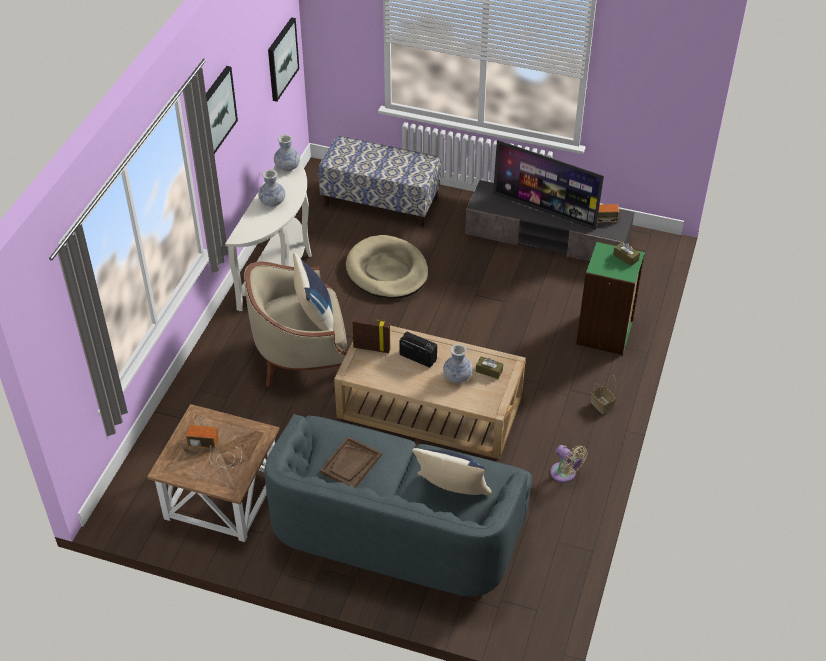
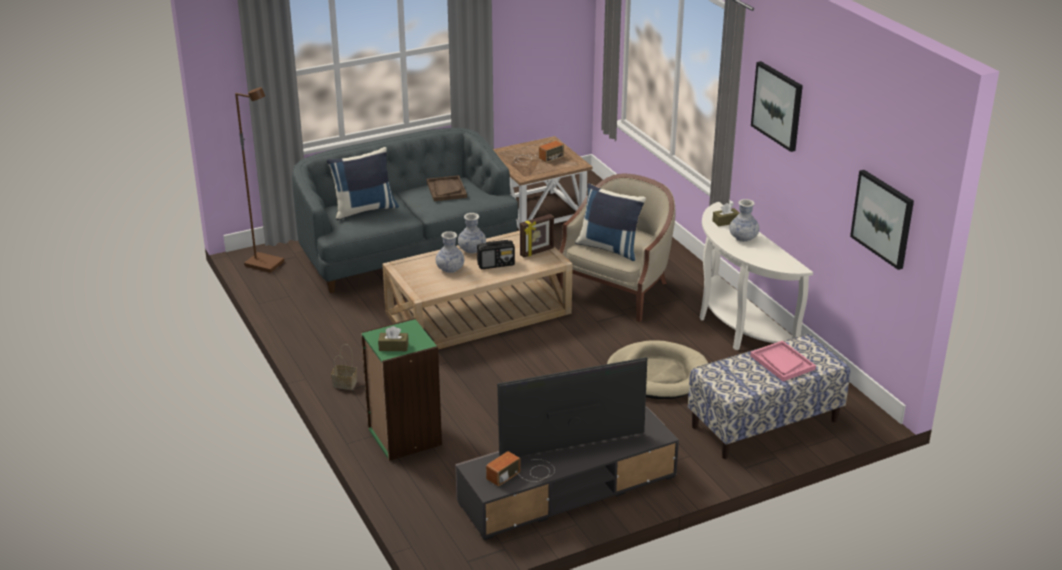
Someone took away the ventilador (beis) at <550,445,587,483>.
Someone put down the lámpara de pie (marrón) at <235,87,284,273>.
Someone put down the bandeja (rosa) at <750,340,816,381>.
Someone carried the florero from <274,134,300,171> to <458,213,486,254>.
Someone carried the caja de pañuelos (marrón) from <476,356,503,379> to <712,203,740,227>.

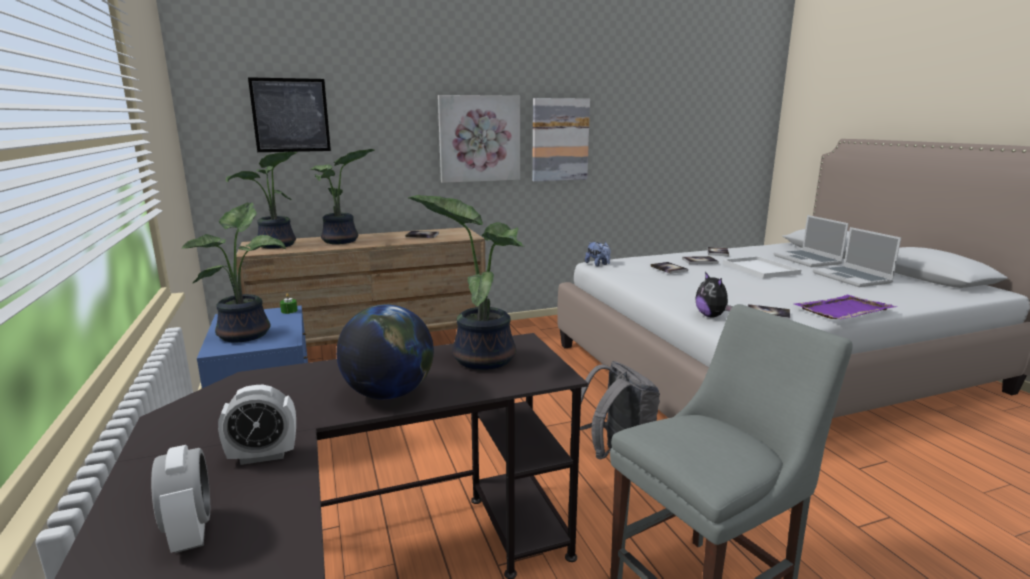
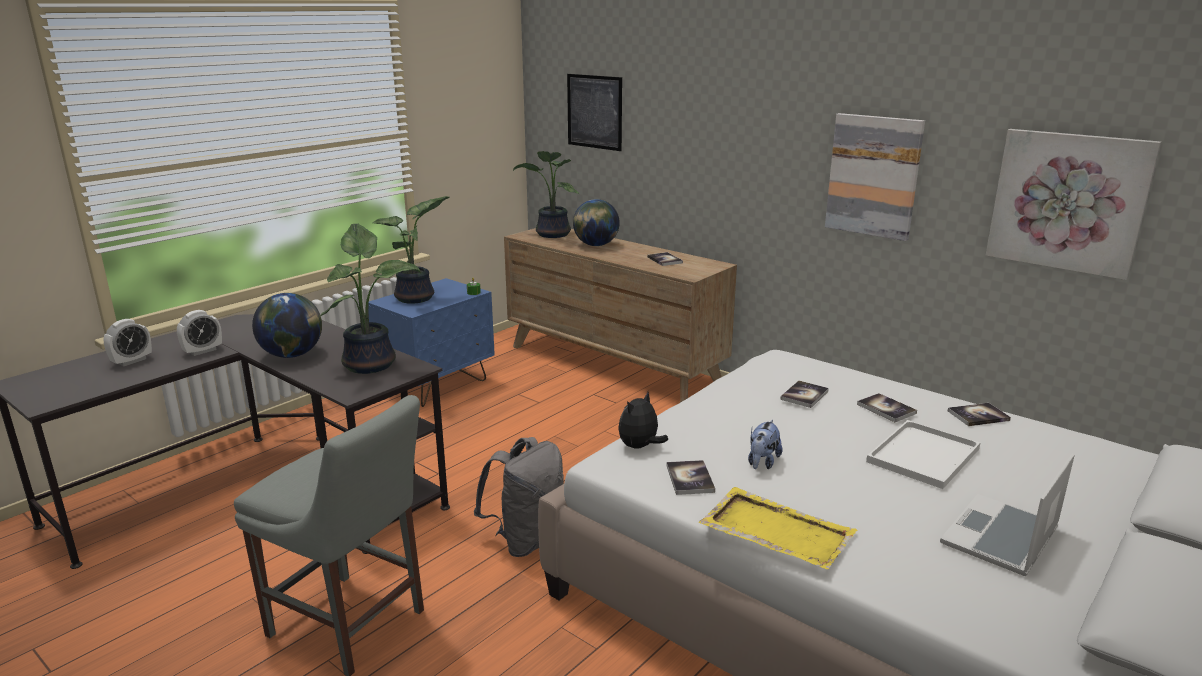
Someone took away the portátil at <774,215,849,267>.
Someone carried the cuadro from <438,95,520,183> to <986,129,1161,280>.
Someone carried the peluche from <585,242,611,266> to <748,420,783,469>.
Someone swapped the planta en maceta at <311,149,375,244> for the globo terráqueo at <573,199,620,246>.
Someone repainted the bandeja (morado) at <794,295,896,319>, which became the bandeja (amarillo) at <699,487,858,569>.
Someone rotated the despertador at <218,384,296,465> by 90 degrees counterclockwise.

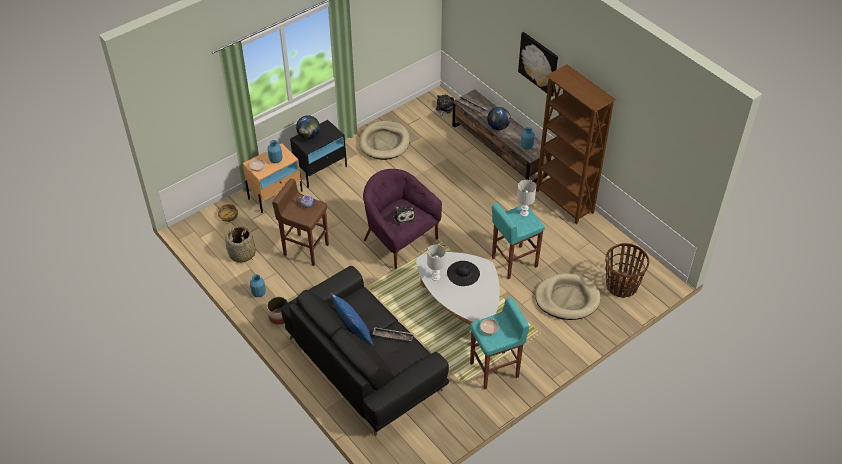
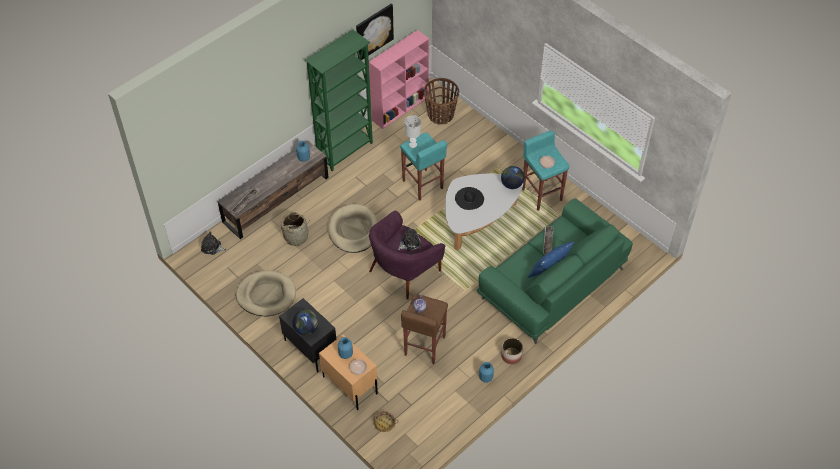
Someone took away the lámpara de mesa (blanco) at <427,244,446,281>.
Someone put down the estantería (rosa) at <369,30,429,129>.
Someone carried the cesta from <225,226,256,263> to <281,212,310,246>.
Someone carried the globo terráqueo from <487,107,511,130> to <501,166,524,189>.
Someone carried the cuadro from <518,32,558,97> to <356,4,394,60>.
Someone carried the cama para perro (beis) from <535,273,601,320> to <328,204,378,253>.
Someone repainted the sofá (negro) at <281,266,449,436>, which became the sofá (verde) at <477,198,633,344>.
Someone repainted the estantería (marrón) at <536,64,616,224>, which became the estantería (verde) at <305,30,373,171>.

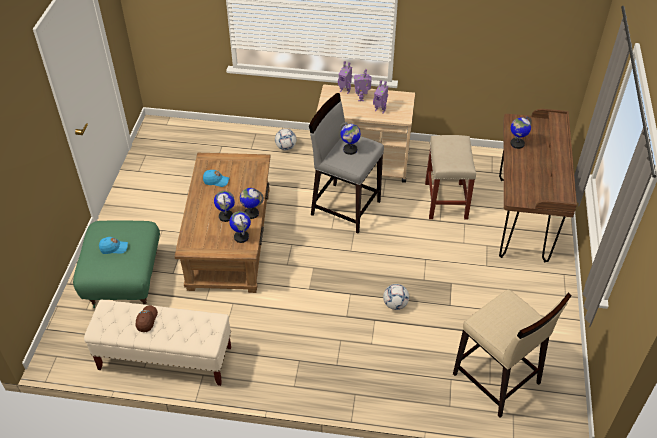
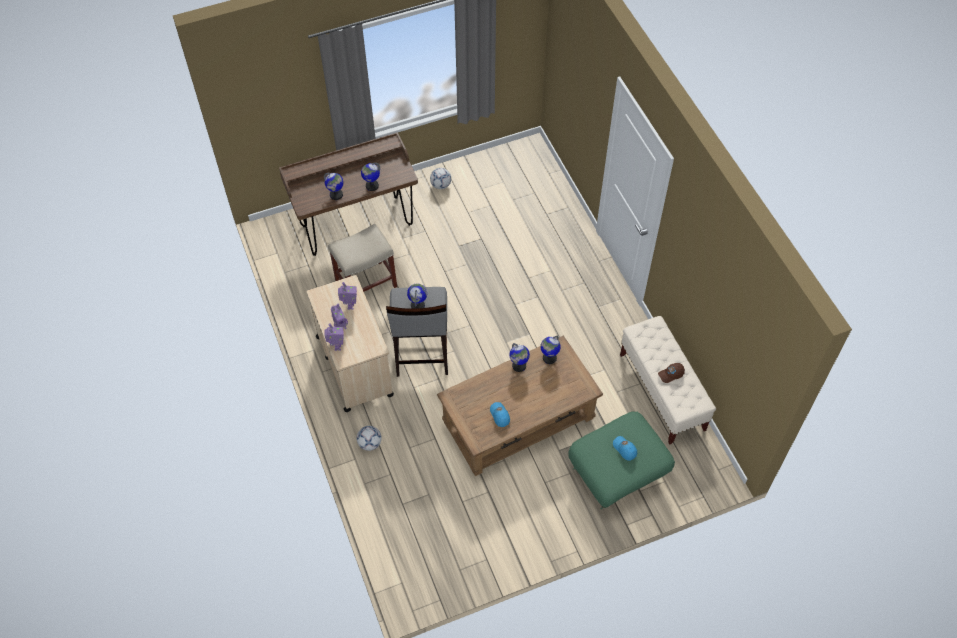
Someone took away the taburete (beis) at <453,290,572,418>.
Someone carried the globo terráqueo from <214,191,235,222> to <361,163,380,191>.
Someone carried the balón de fútbol from <383,284,409,310> to <430,168,451,189>.

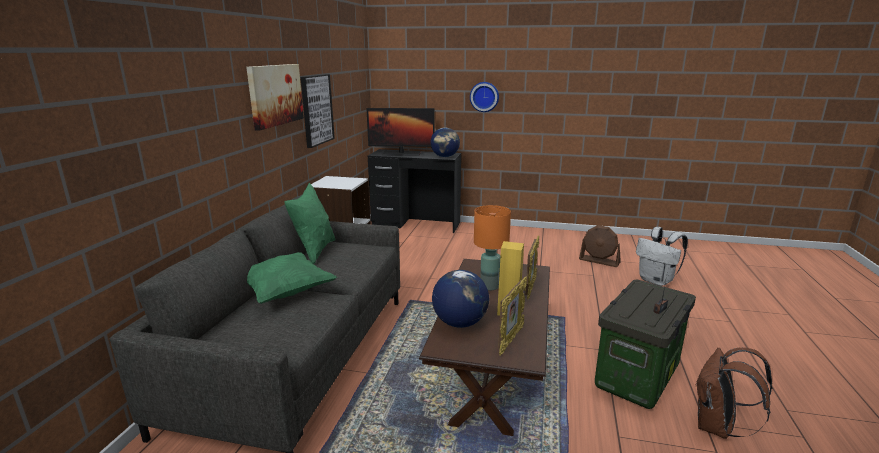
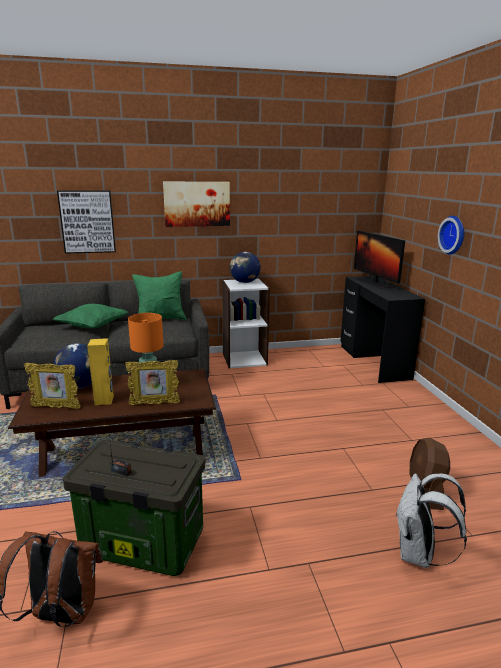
Someone carried the cuadro from <301,74,335,148> to <57,190,116,254>.
Someone carried the globo terráqueo from <430,128,460,157> to <230,252,261,283>.

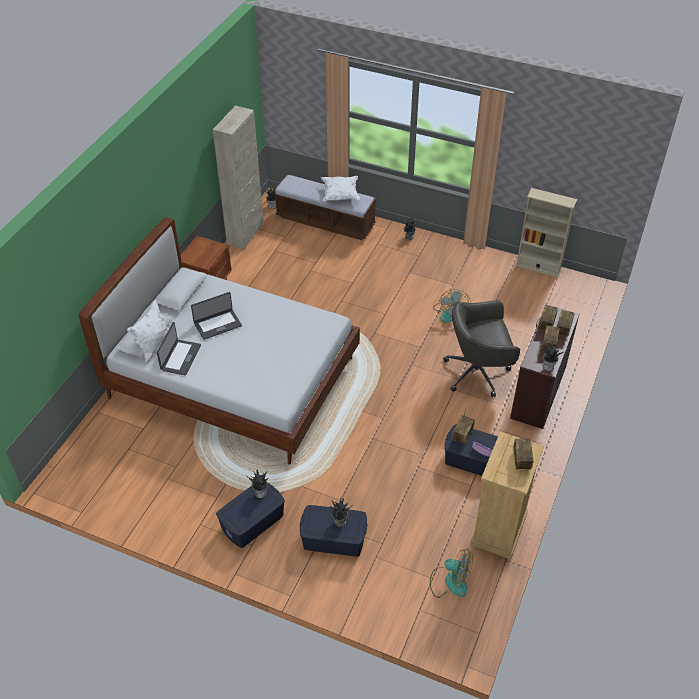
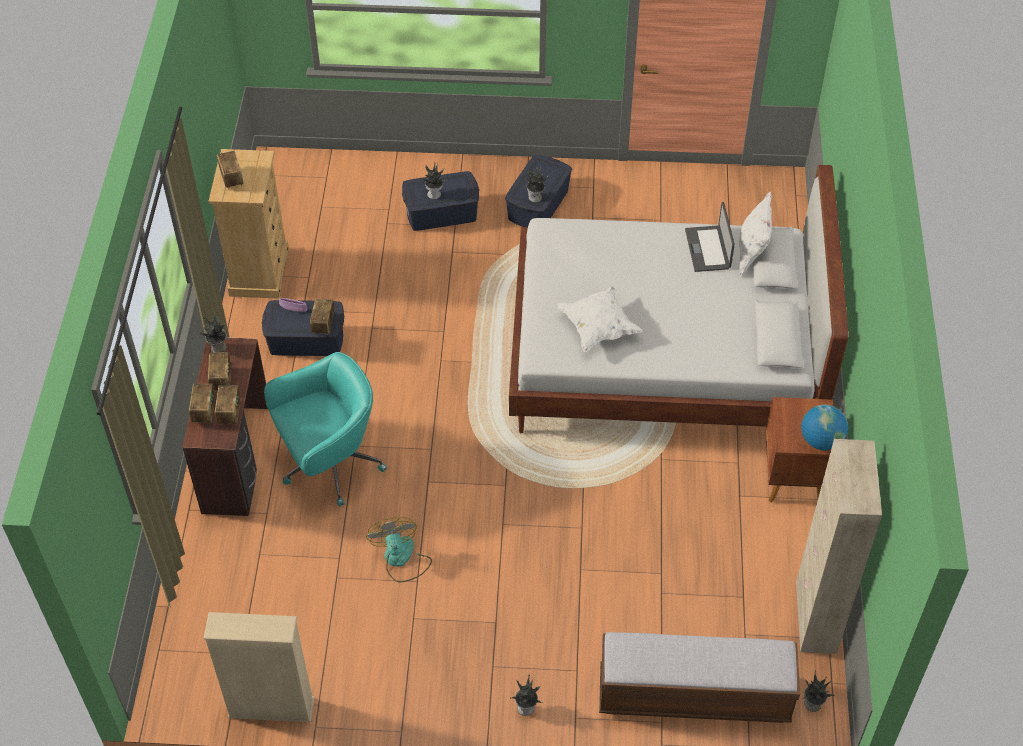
Someone took away the portátil at <191,292,242,340>.
Someone took away the ventilador at <430,549,473,598>.
Someone put down the globo terráqueo at <801,404,848,450>.
Someone carried the cojín (blanco) from <321,176,360,201> to <557,285,643,352>.
Someone repainted the silla de oficina (gris) at <443,300,520,397>, which became the silla de oficina (turquesa) at <264,352,387,507>.

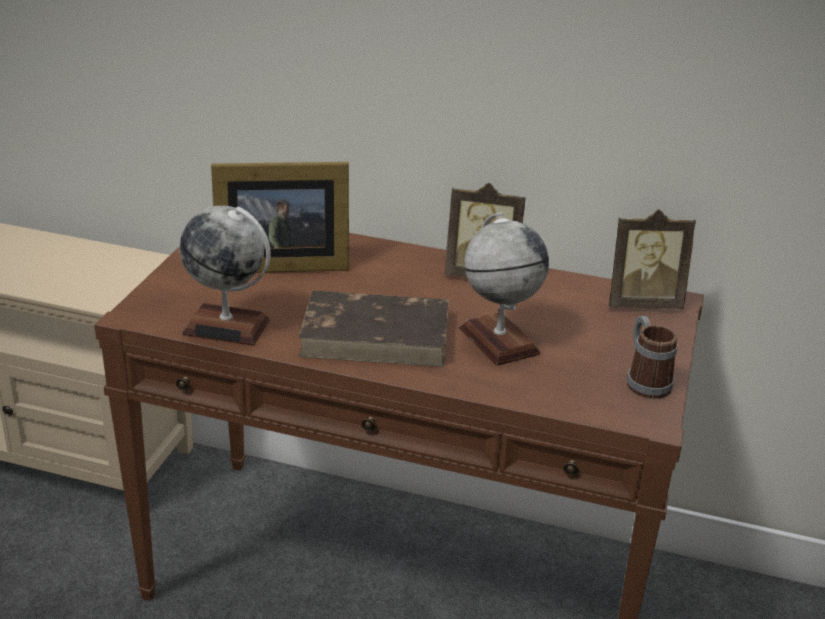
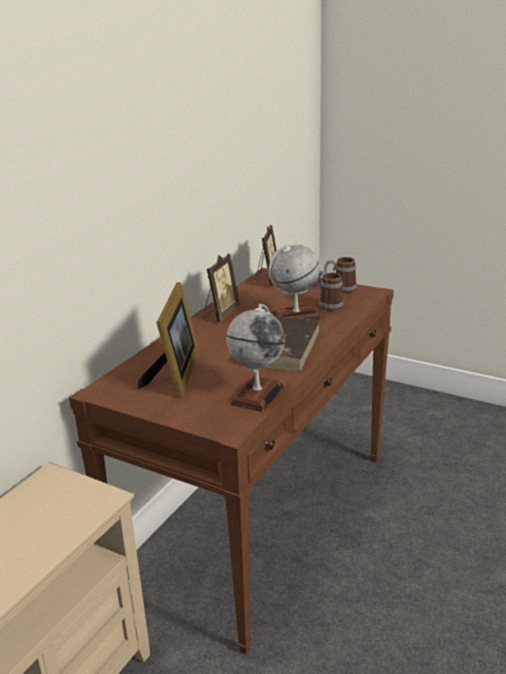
Someone put down the taza grande at <317,270,344,311>.

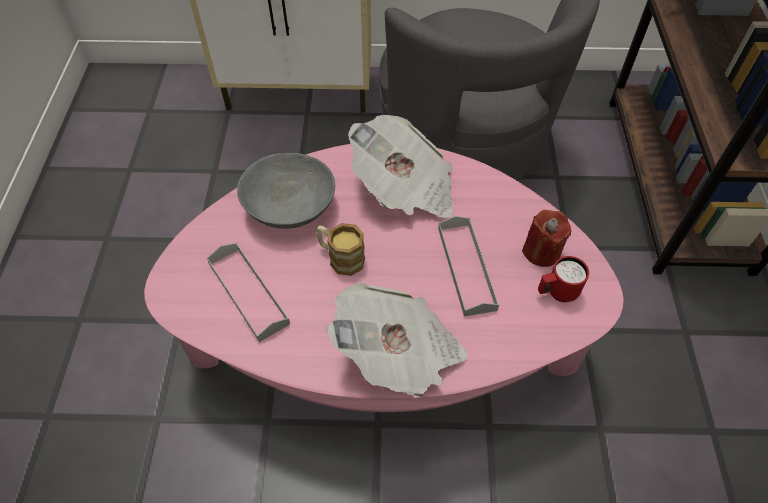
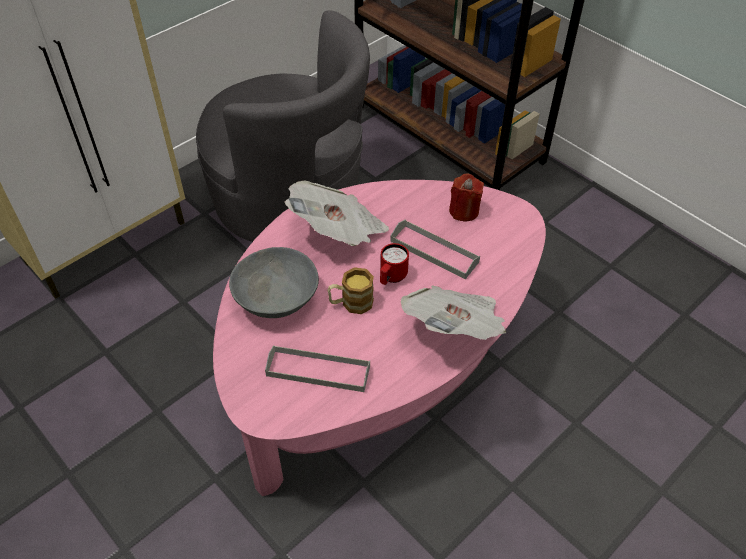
Someone carried the taza grande (rojo) from <538,256,589,302> to <380,243,409,285>.

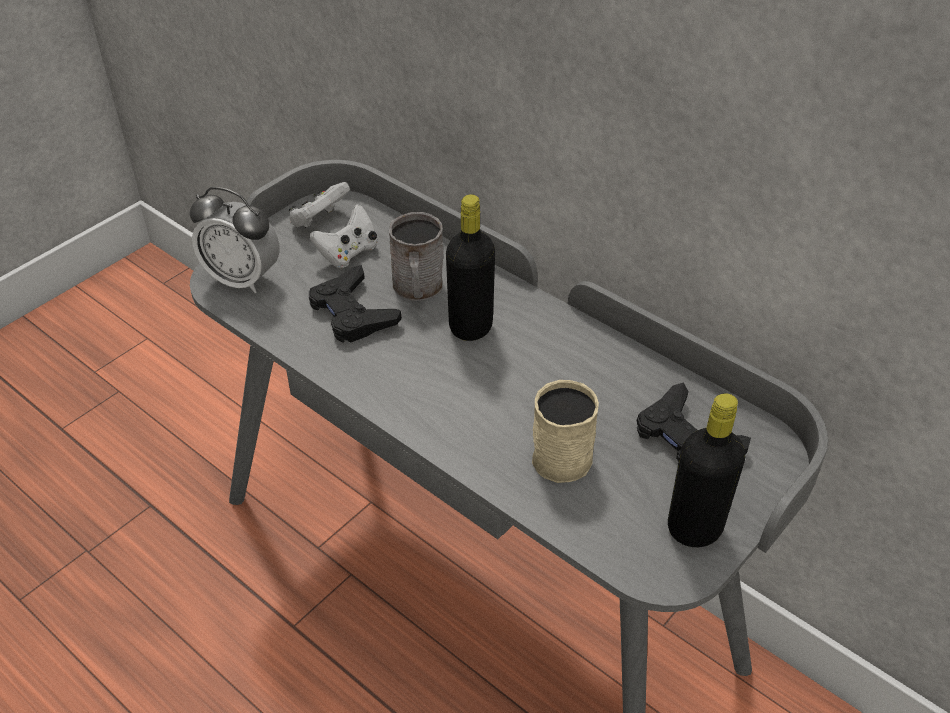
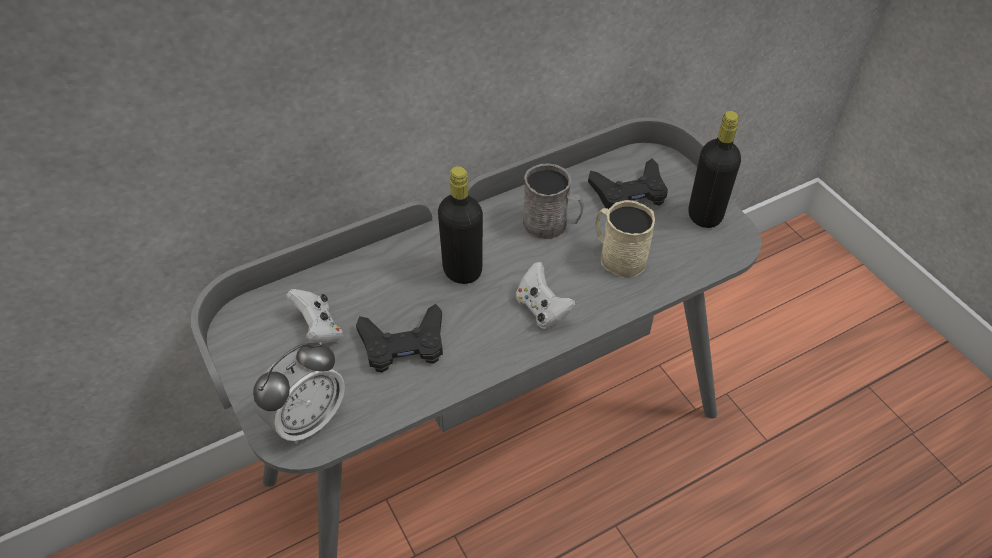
Someone carried the mando de consola (blanco) from <289,182,350,228> to <516,262,576,329>.
Someone carried the taza grande (gris) from <389,212,443,301> to <523,164,584,239>.

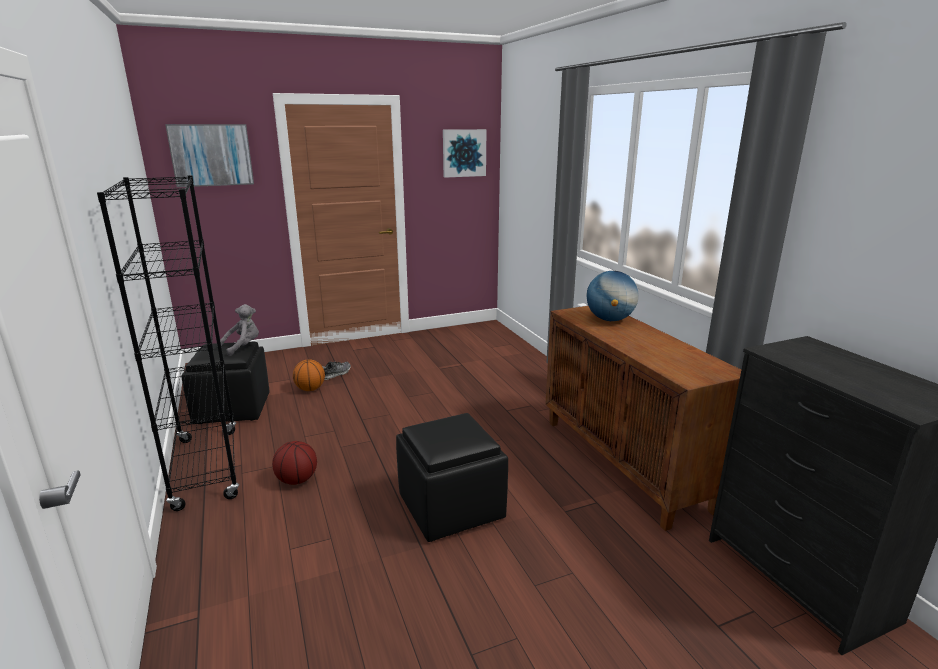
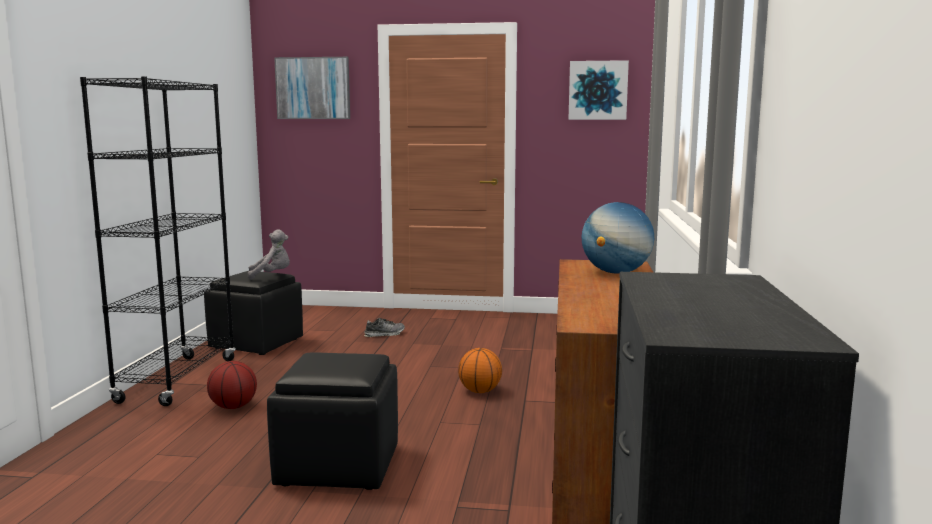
Someone carried the balón de baloncesto from <293,359,325,391> to <458,348,502,393>.

